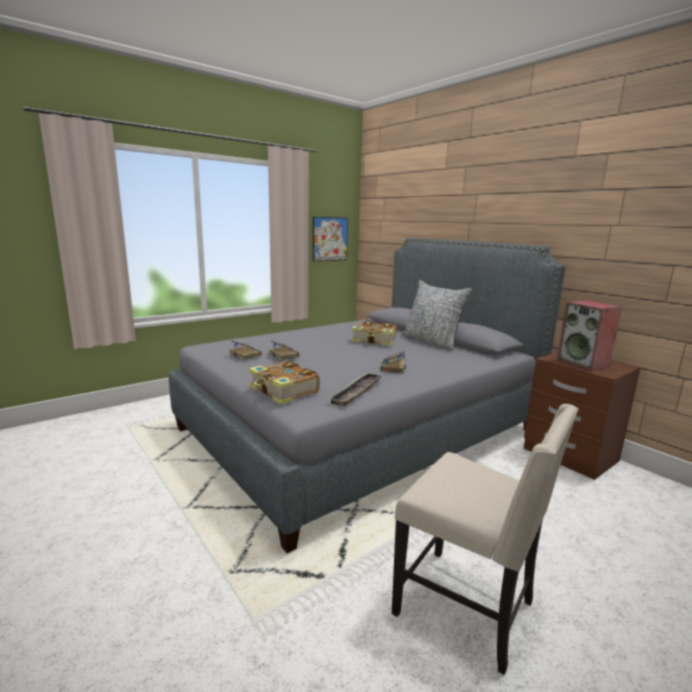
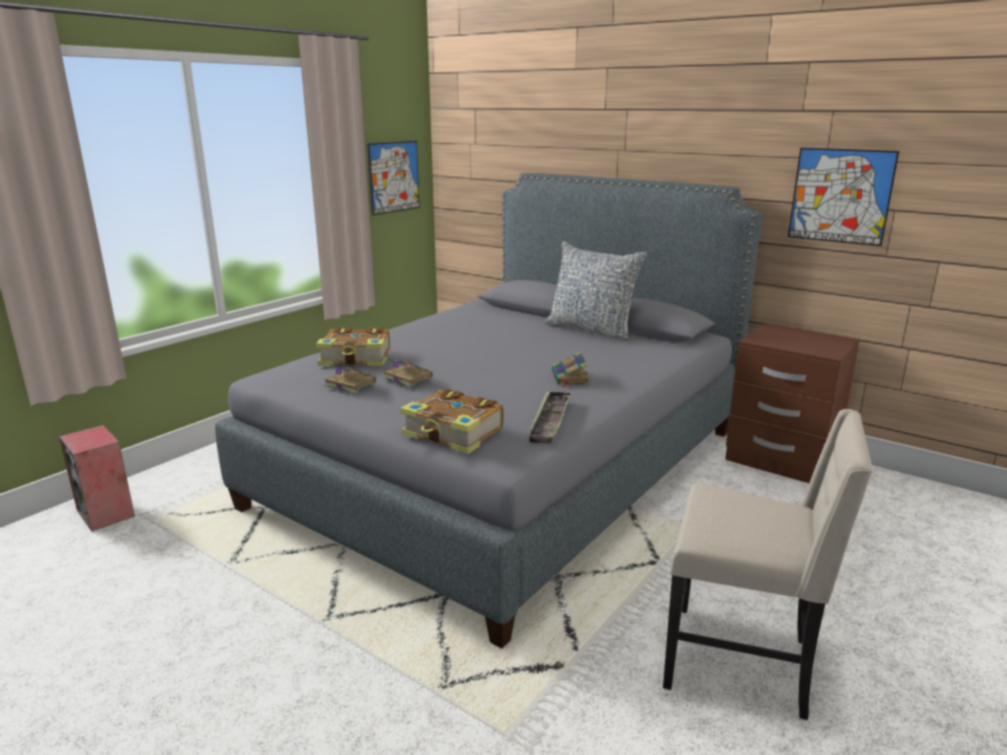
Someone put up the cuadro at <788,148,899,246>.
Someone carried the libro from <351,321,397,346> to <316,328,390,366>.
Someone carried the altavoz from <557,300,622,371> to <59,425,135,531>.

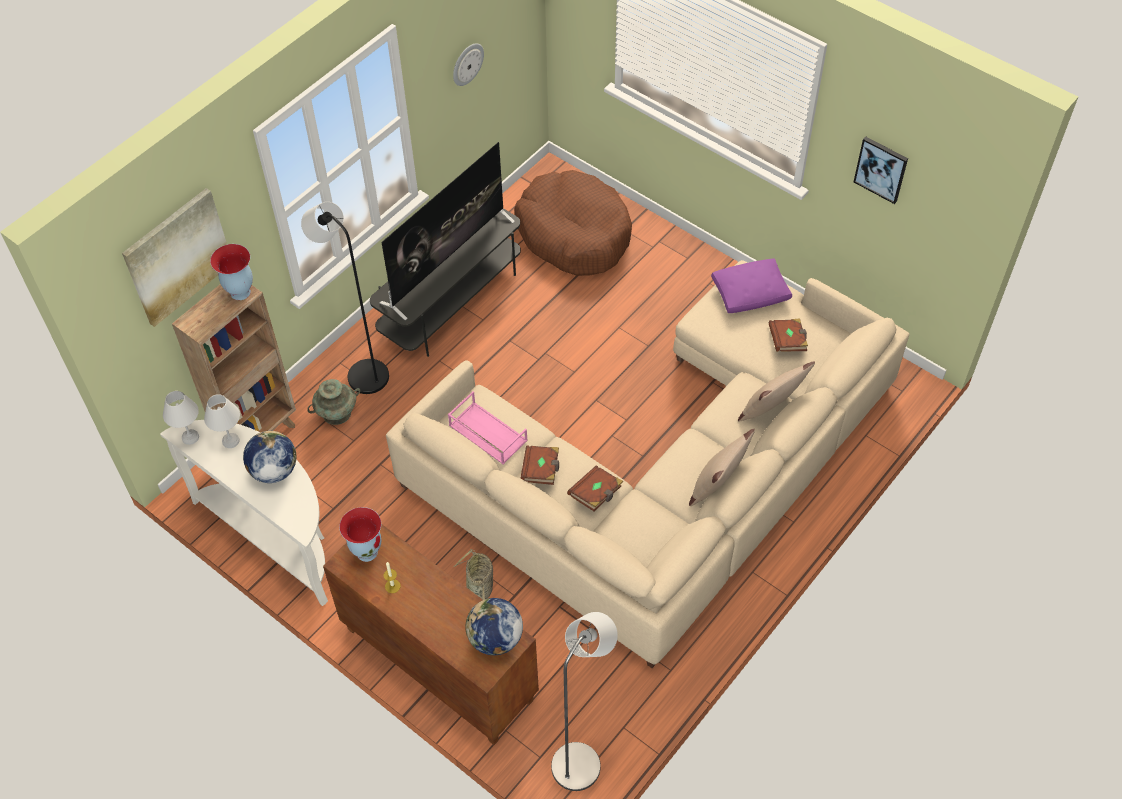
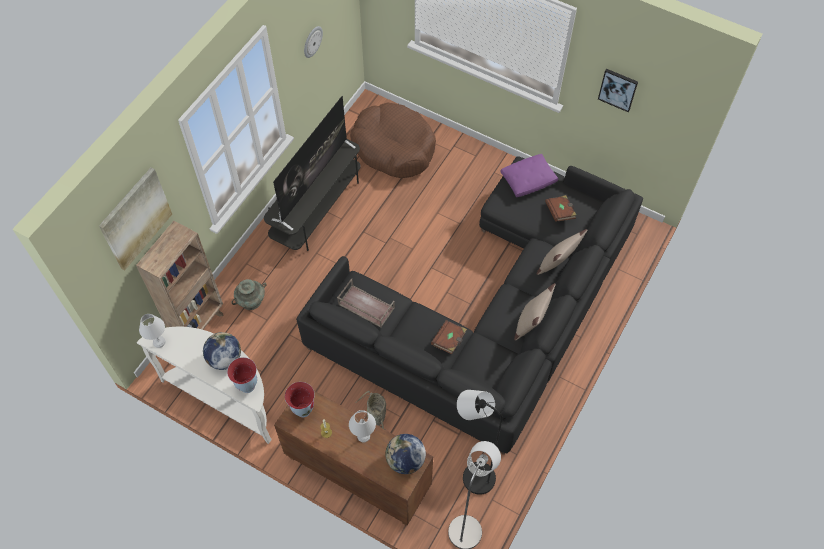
Someone took away the libro (marrón) at <521,446,559,485>.
Someone carried the lámpara de mesa (blanco) from <204,394,240,448> to <349,410,376,443>.
Someone carried the florero from <210,244,253,300> to <227,357,257,393>.
Someone carried the lámpara de pie (negro) from <301,202,389,394> to <457,390,503,495>.
Someone repainted the sofá (beis) at <386,260,910,668>, which became the sofá (negro) at <296,156,643,455>.
Someone repainted the bandeja (rosa) at <448,391,528,464>, which became the bandeja (marrón) at <337,278,395,328>.

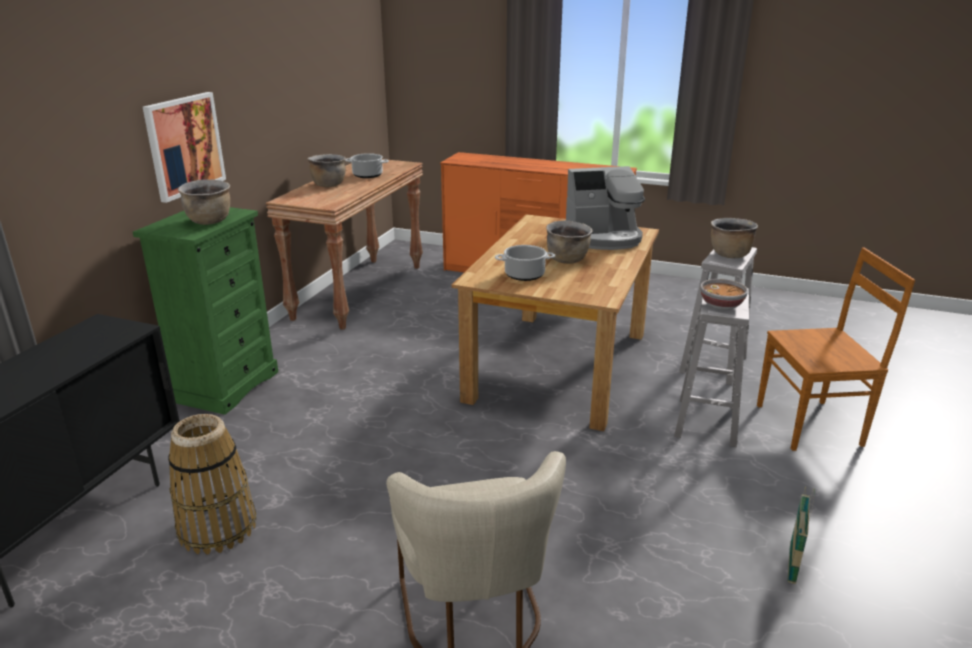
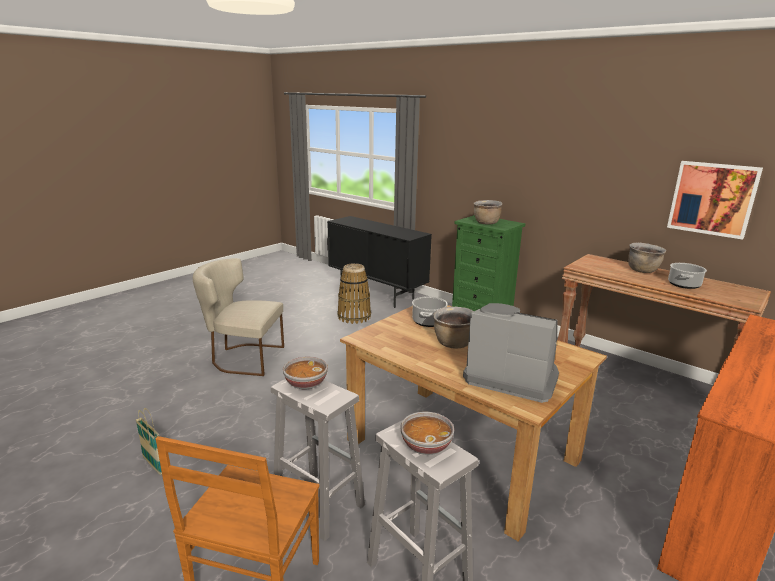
Someone carried the cuadro from <143,92,226,203> to <667,161,763,240>.
Someone swapped the olla (marrón) at <711,218,758,258> for the cuenco at <401,412,454,455>.
Someone rotated the cafetera at <564,166,645,250> by 105 degrees clockwise.

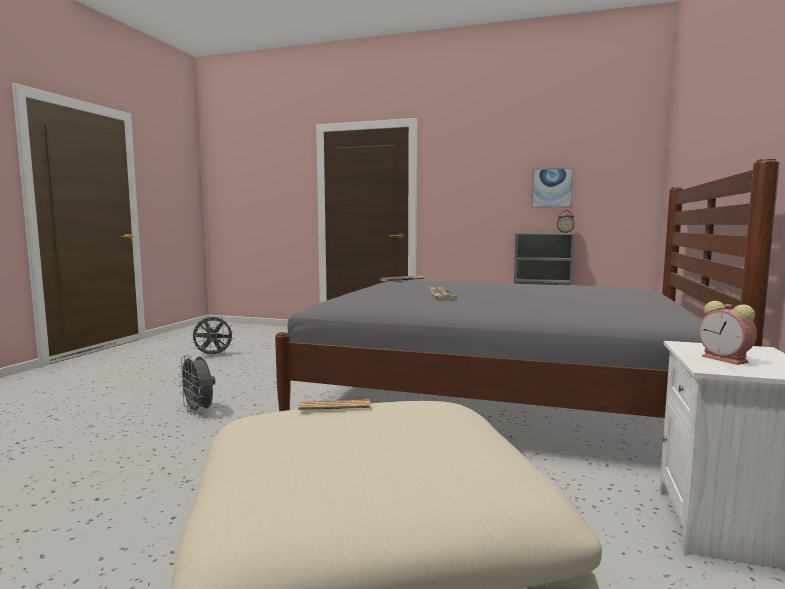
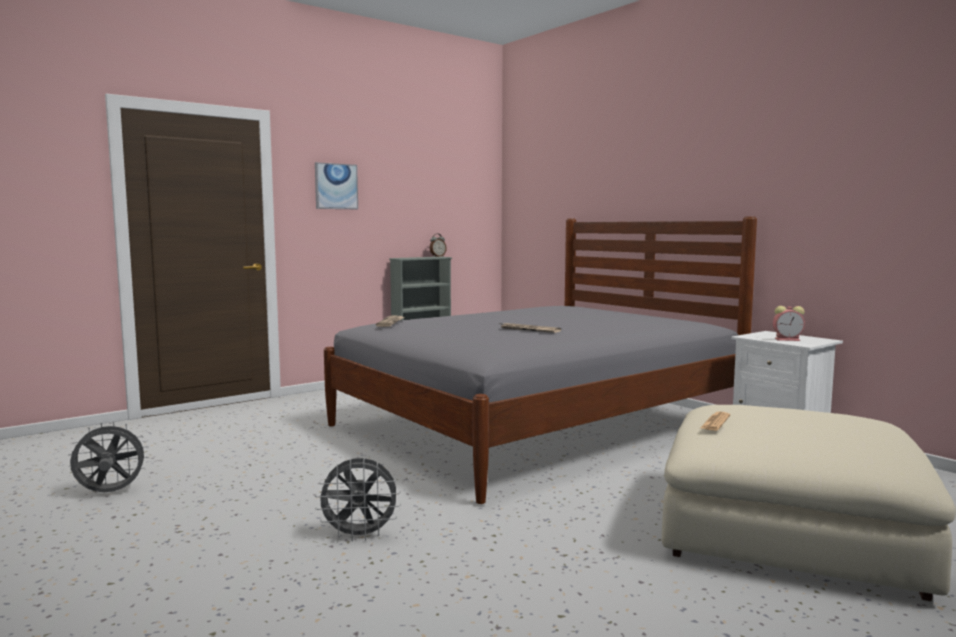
Someone carried the cuadro from <531,168,573,208> to <315,162,358,209>.
Someone rotated the ventilador (gris) at <191,316,235,357> by 120 degrees counterclockwise.

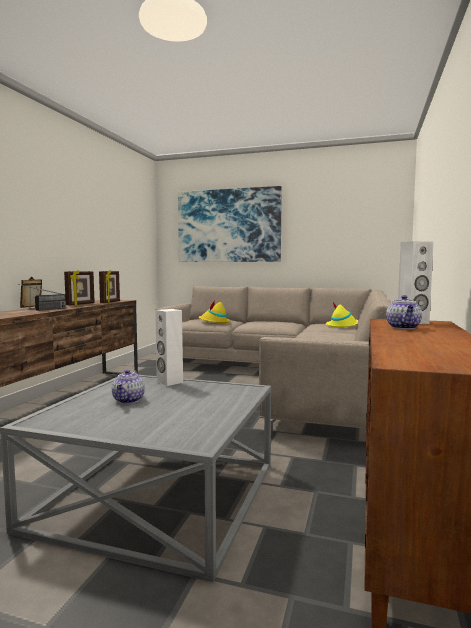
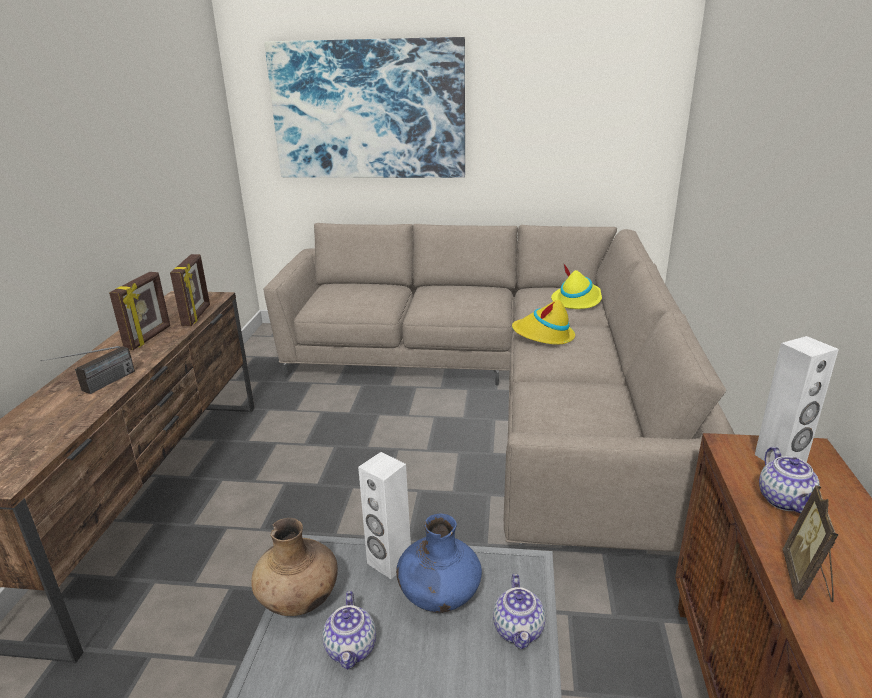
Someone put down the florero (marrón) at <251,518,338,616>.
Someone put down the florero (azul) at <396,514,482,613>.
Someone put down the tetera at <493,574,545,649>.
Someone carried the portarretratos from <20,277,42,308> to <783,485,839,602>.
Someone carried the sombrero (amarillo) from <199,301,230,323> to <512,300,575,345>.

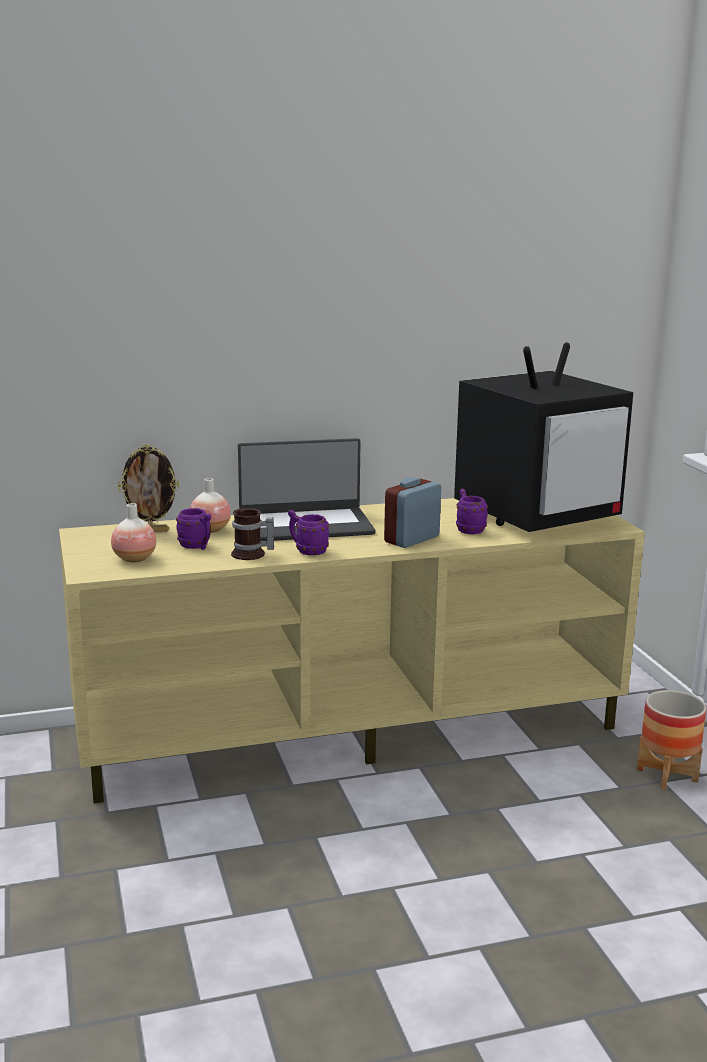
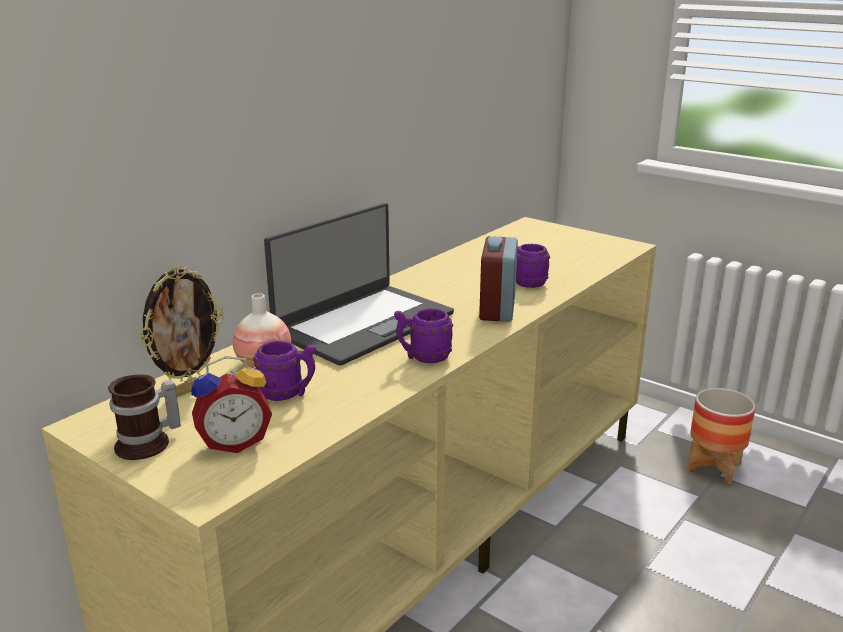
Someone took away the televisor at <454,342,633,532>.
Someone carried the taza grande from <231,508,274,560> to <108,374,181,460>.
Someone swapped the florero at <111,503,156,562> for the despertador at <191,356,272,453>.

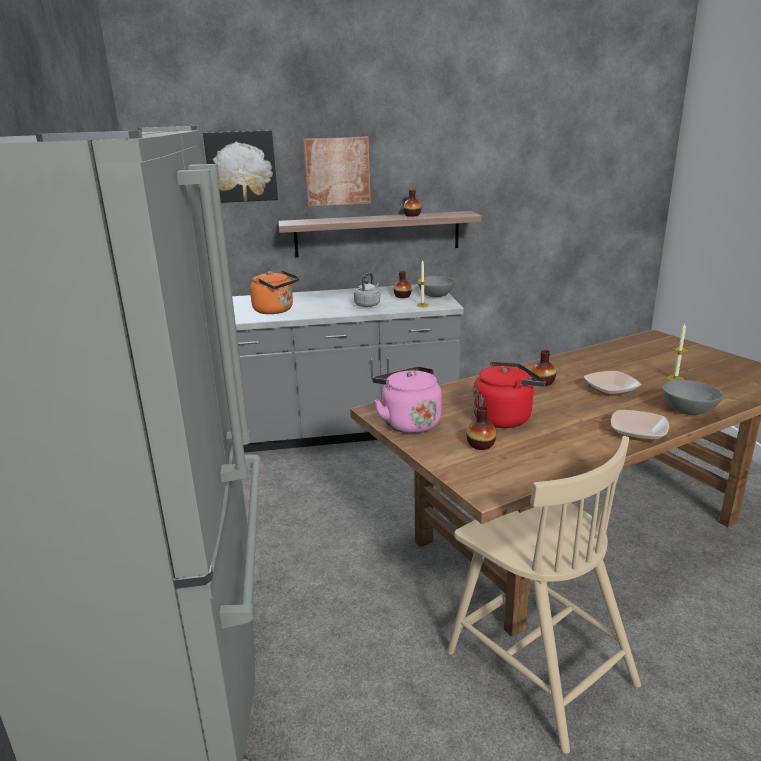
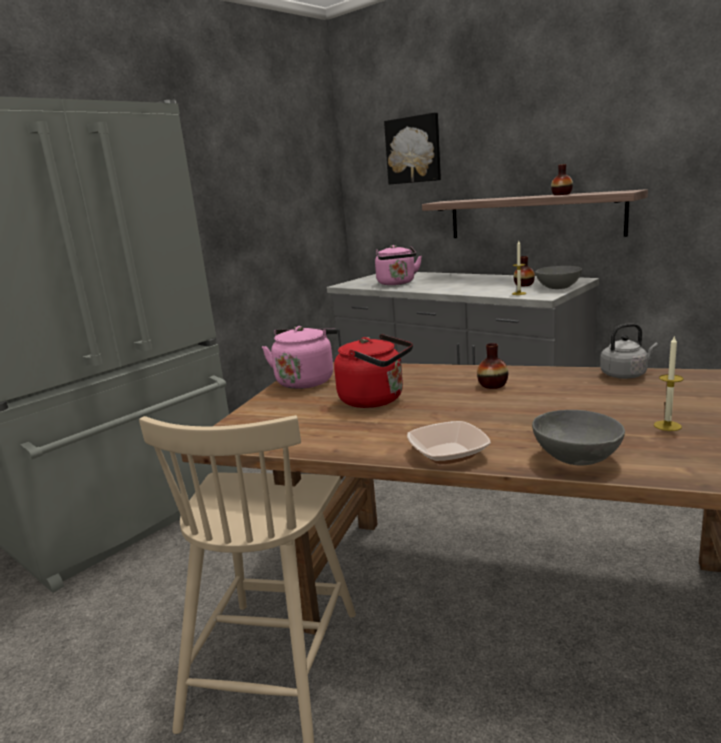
Someone took away the cuadro at <303,137,371,207>.
Someone took away the florero at <466,406,496,450>.
Someone took away the cuenco at <584,371,641,396>.
Someone carried the hervidor (gris) from <354,273,380,307> to <600,323,658,379>.
Someone repainted the hervidor (naranja) at <250,270,299,314>, which became the hervidor (rosa) at <375,245,422,285>.

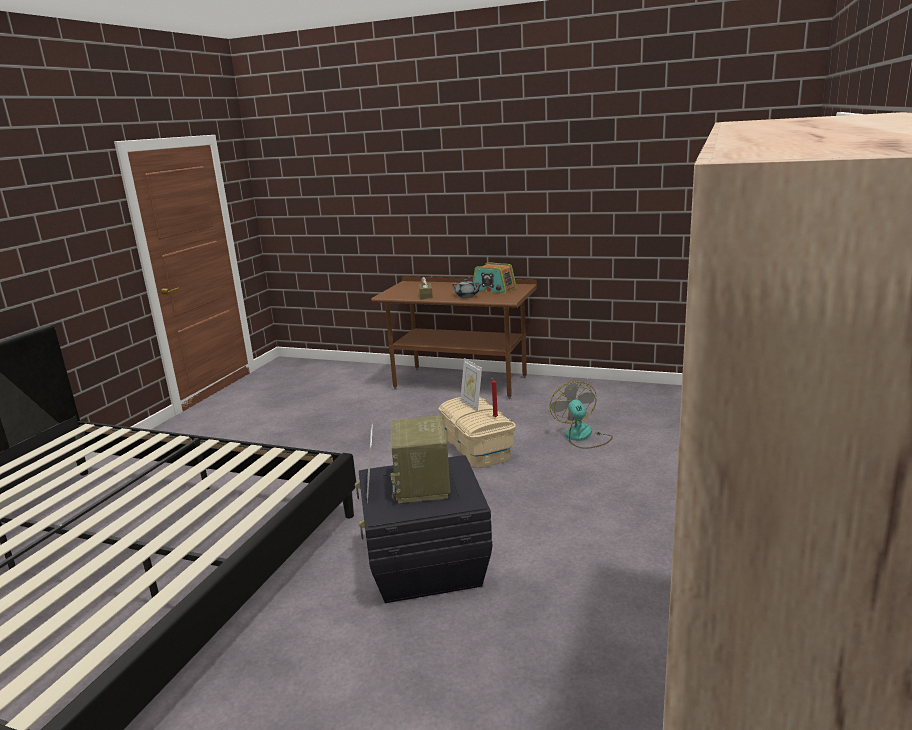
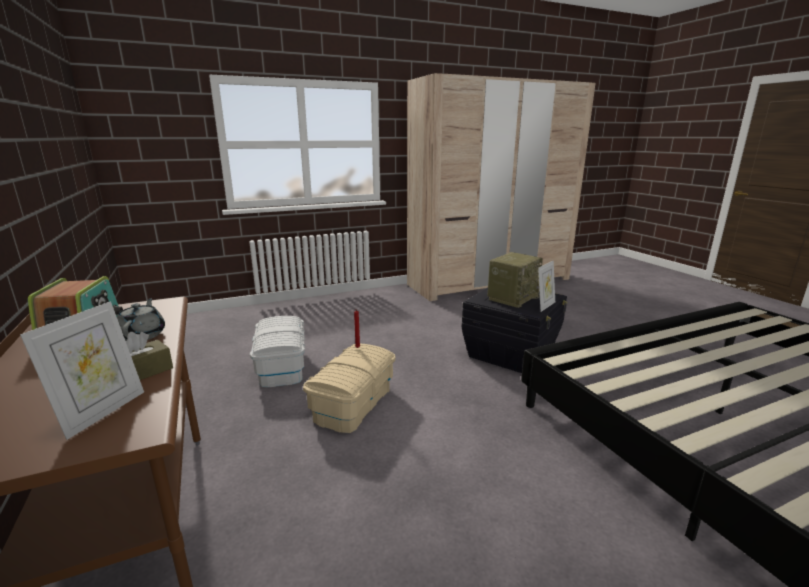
Someone carried the portarretratos from <460,358,482,412> to <20,301,144,440>.
Someone swapped the ventilador at <550,381,613,449> for the caja de almacenaje (blanco) at <250,316,306,387>.

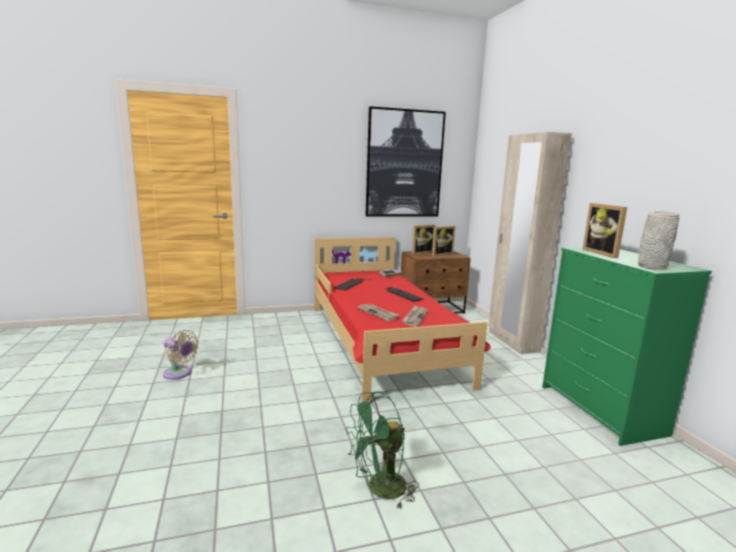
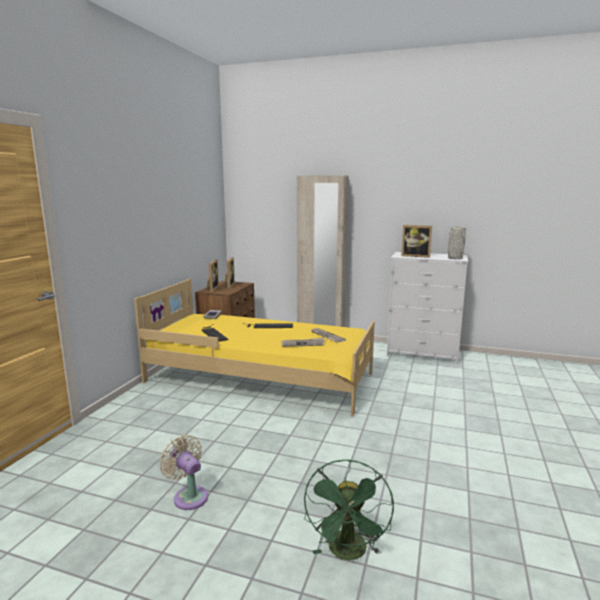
Someone took away the cuadro at <365,106,446,217>.
Someone carried the ventilador (verde) from <346,391,419,510> to <304,460,394,560>.
Someone repainted the cama (rojo) at <314,237,491,404>, which became the cama (amarillo) at <134,279,375,416>.
Someone repainted the cómoda (verde) at <542,247,712,446>, which became the cómoda (blanco) at <387,252,468,364>.
Someone rotated the ventilador (beis) at <163,330,199,380> by 105 degrees counterclockwise.

